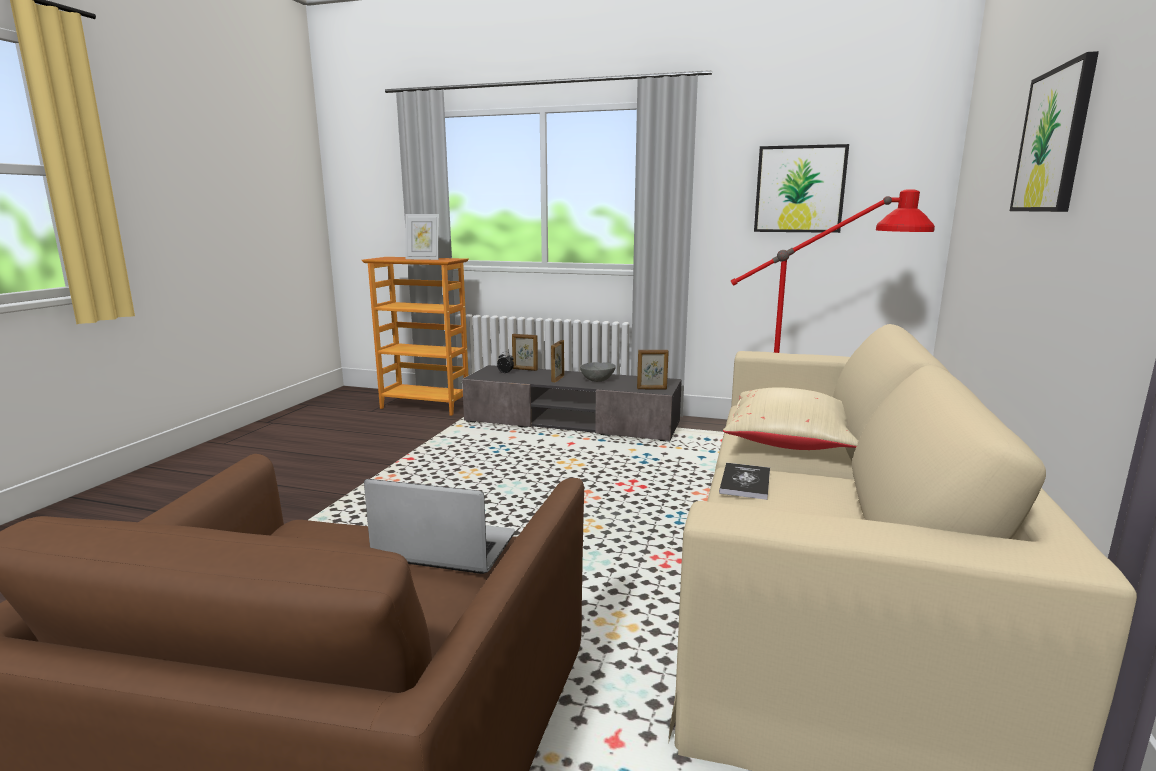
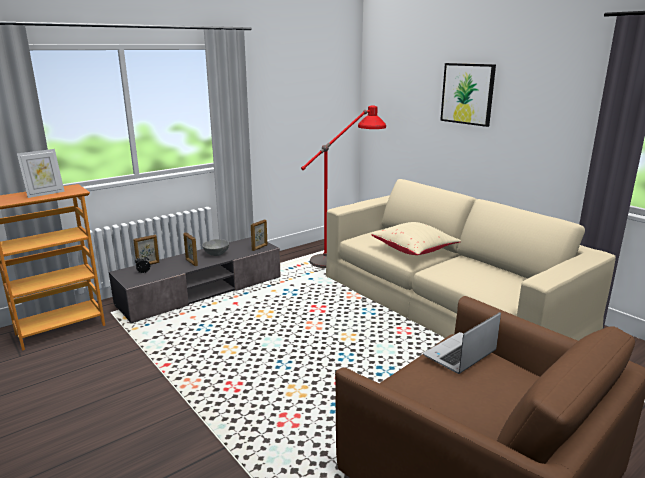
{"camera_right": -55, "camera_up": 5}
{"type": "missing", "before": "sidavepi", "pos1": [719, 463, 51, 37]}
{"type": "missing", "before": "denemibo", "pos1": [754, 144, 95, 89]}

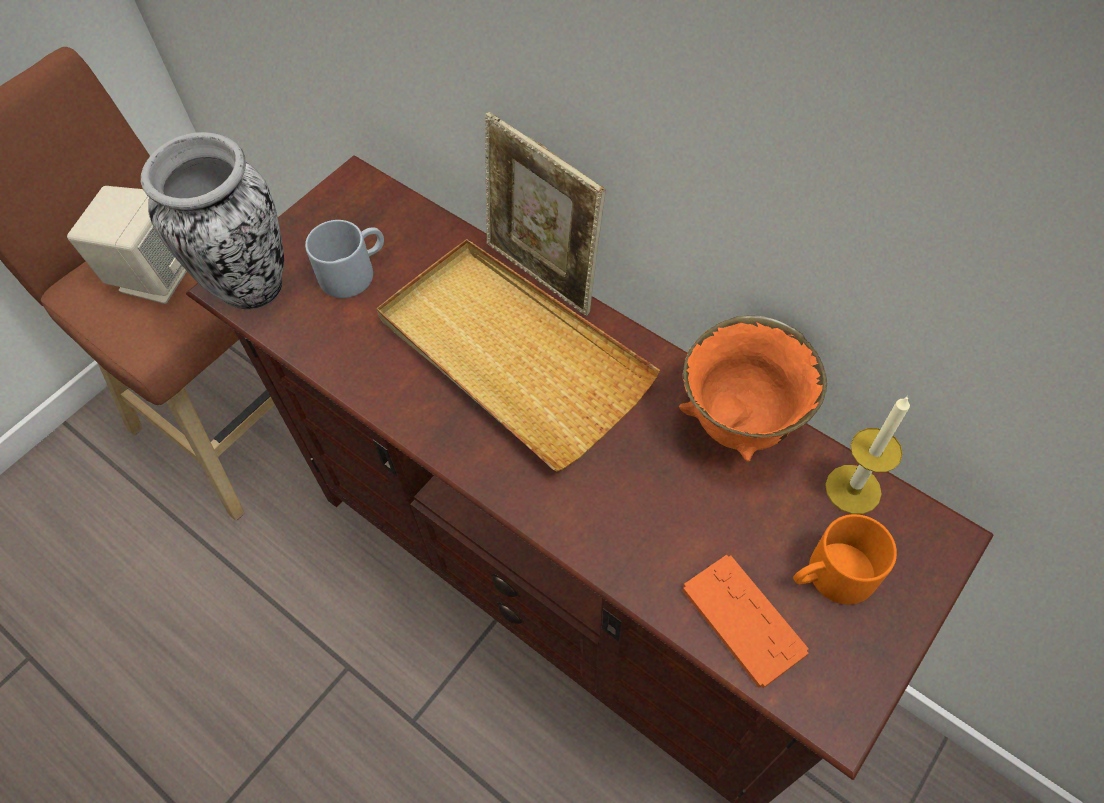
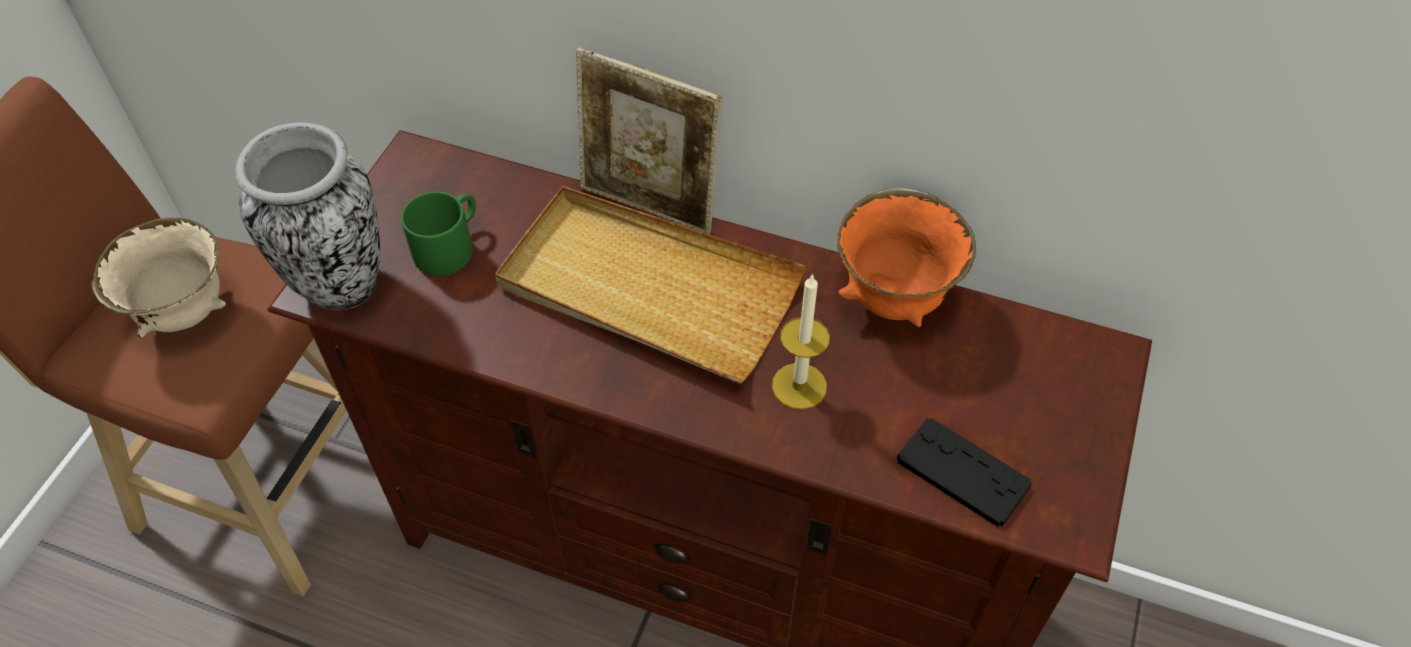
{"camera_right": -20, "camera_up": -5}
{"type": "exchanged", "before": "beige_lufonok", "after": "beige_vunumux", "pos1": [67, 186, 120, 118], "pos2": [91, 218, 135, 120]}
{"type": "colour", "before": "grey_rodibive", "after": "green_rodibive", "pos1": [305, 220, 79, 78], "pos2": [401, 192, 75, 84]}
{"type": "relocated", "before": "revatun", "pos1": [825, 396, 85, 118], "pos2": [772, 274, 58, 136]}
{"type": "colour", "before": "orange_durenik", "after": "black_durenik", "pos1": [683, 555, 126, 133], "pos2": [897, 418, 135, 109]}
{"type": "missing", "before": "orange_rodibive", "pos1": [793, 514, 104, 90]}

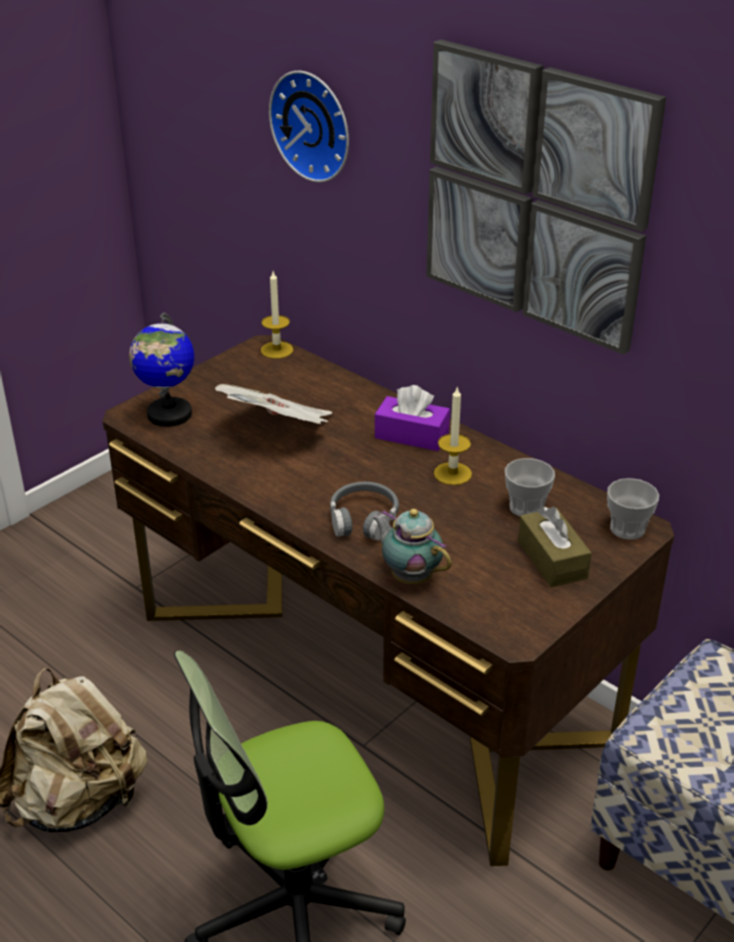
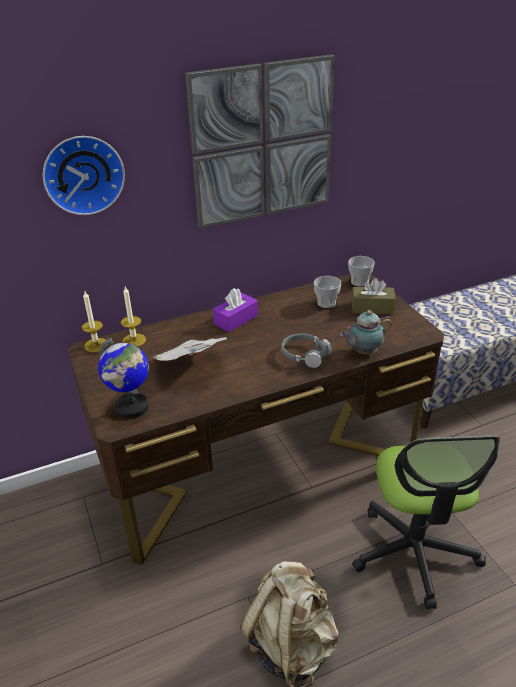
{"camera_right": -65, "camera_up": 0}
{"type": "relocated", "before": "revatun", "pos1": [434, 387, 38, 98], "pos2": [121, 287, 25, 60]}

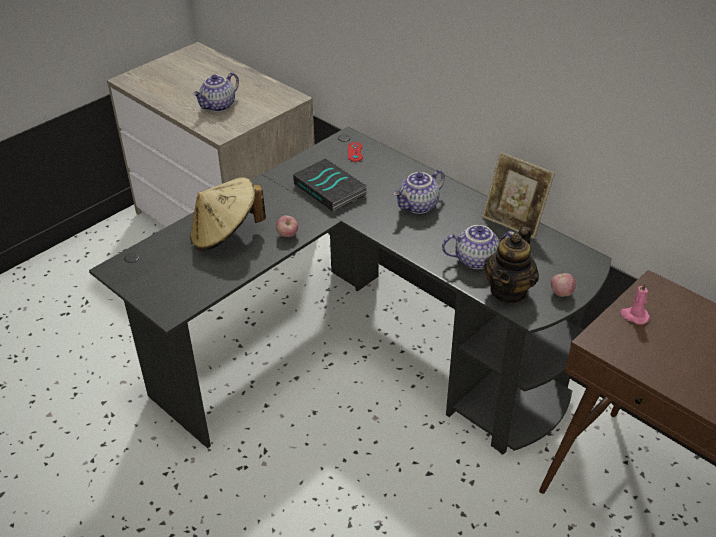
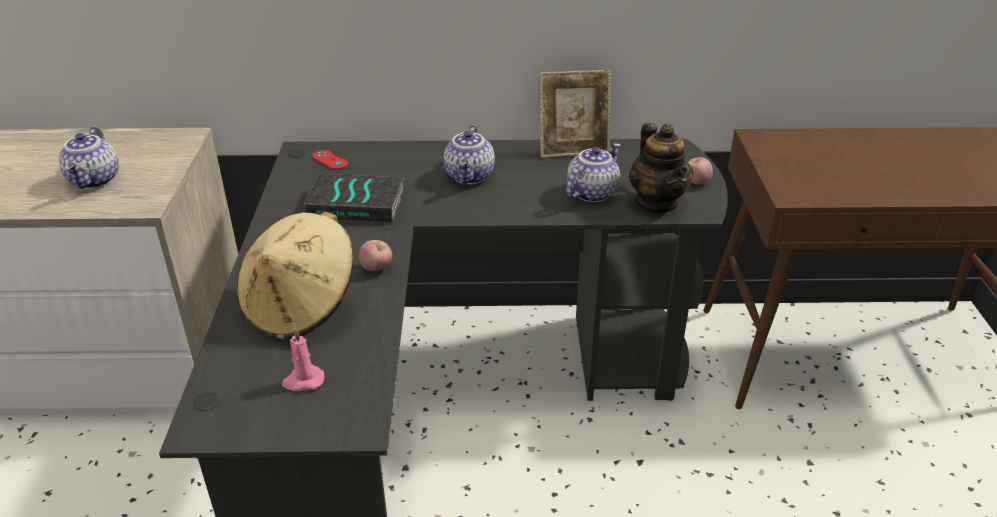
{"camera_right": -45, "camera_up": -5}
{"type": "relocated", "before": "pink_revatun", "pos1": [620, 282, 30, 42], "pos2": [282, 328, 42, 64]}

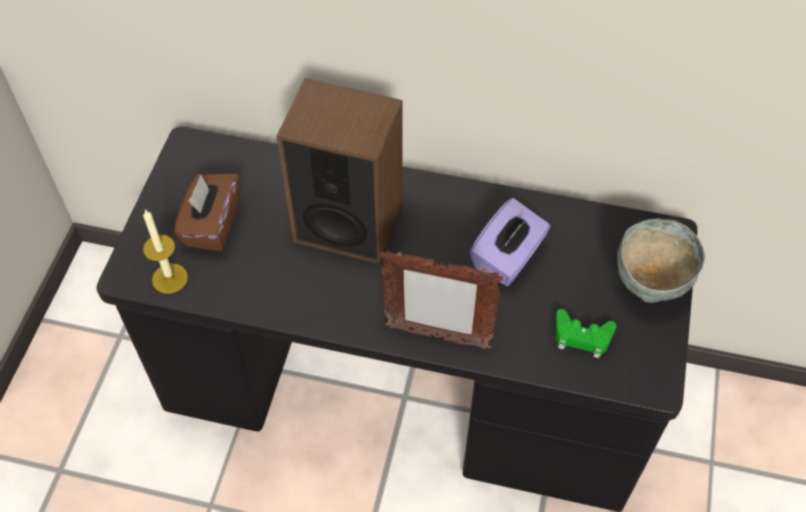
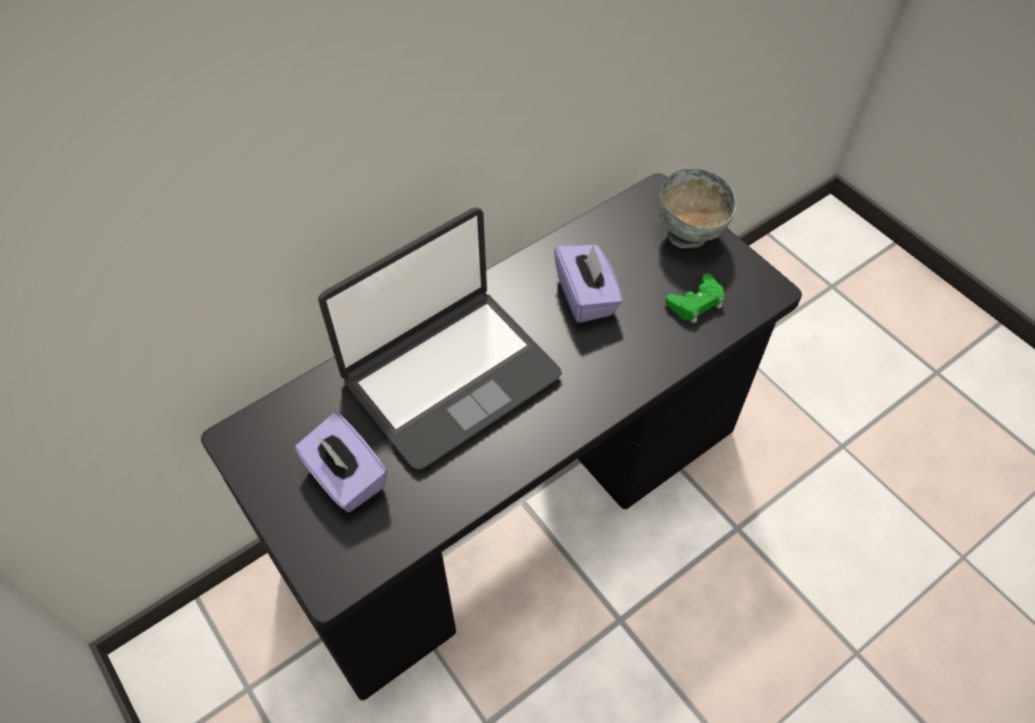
{"camera_right": -50, "camera_up": 0}
{"type": "colour", "before": "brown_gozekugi", "after": "purple_gozekugi", "pos1": [174, 174, 66, 78], "pos2": [295, 412, 93, 100]}
{"type": "exchanged", "before": "lufonok", "after": "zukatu", "pos1": [276, 78, 126, 186], "pos2": [318, 207, 244, 264]}
{"type": "missing", "before": "revatun", "pos1": [143, 209, 45, 85]}
{"type": "missing", "before": "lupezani", "pos1": [380, 250, 123, 100]}

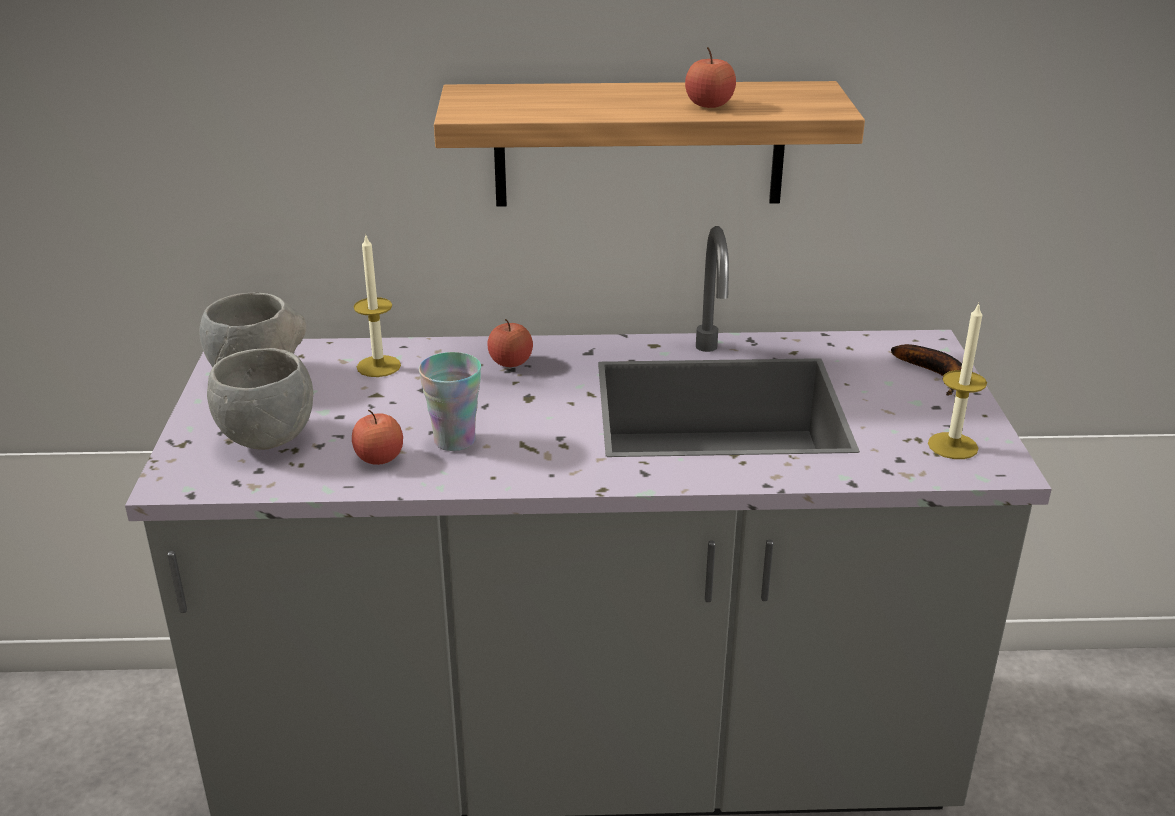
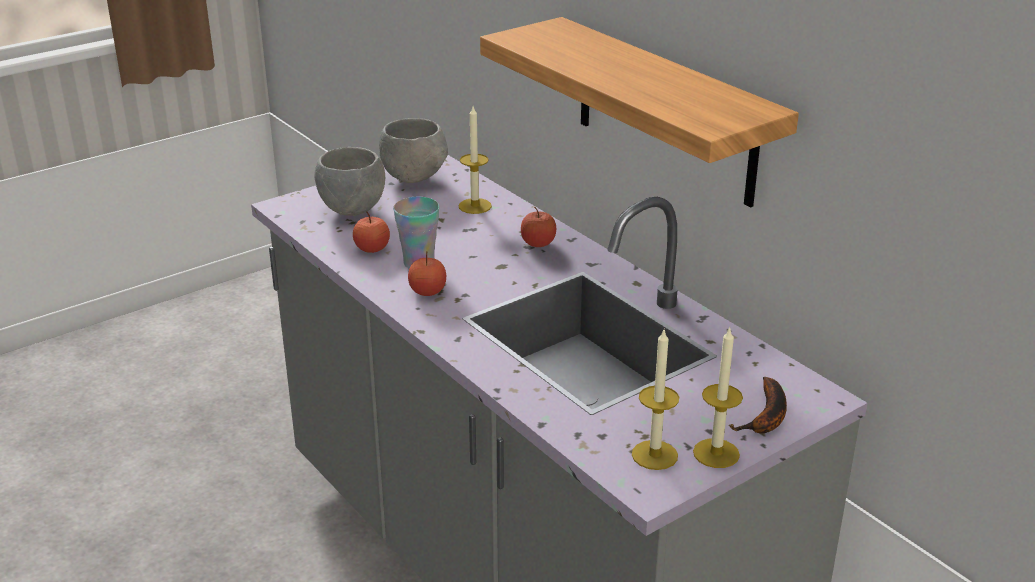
{"camera_right": 55, "camera_up": 0}
{"type": "relocated", "before": "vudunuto", "pos1": [685, 47, 51, 61], "pos2": [408, 251, 38, 45]}
{"type": "appeared", "after": "revatun", "pos2": [693, 326, 50, 142]}

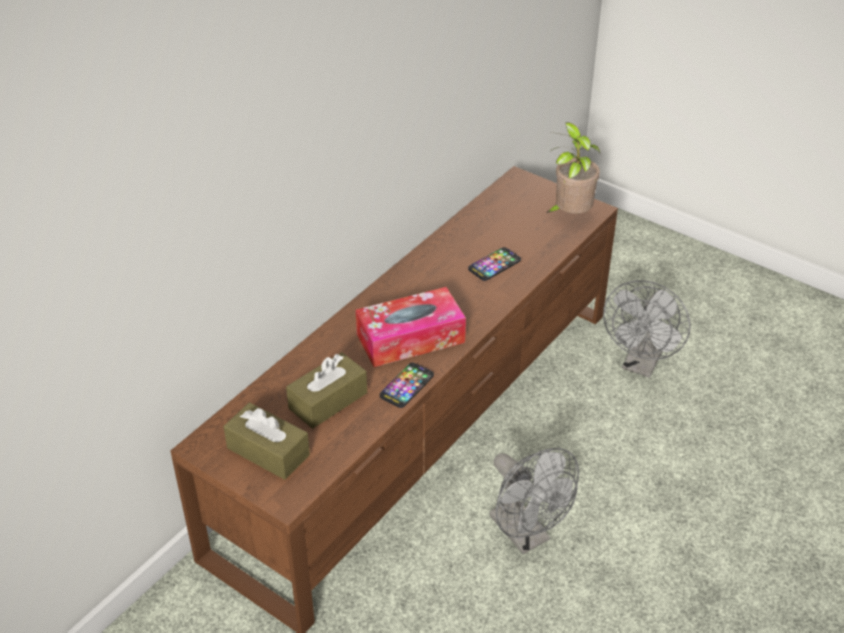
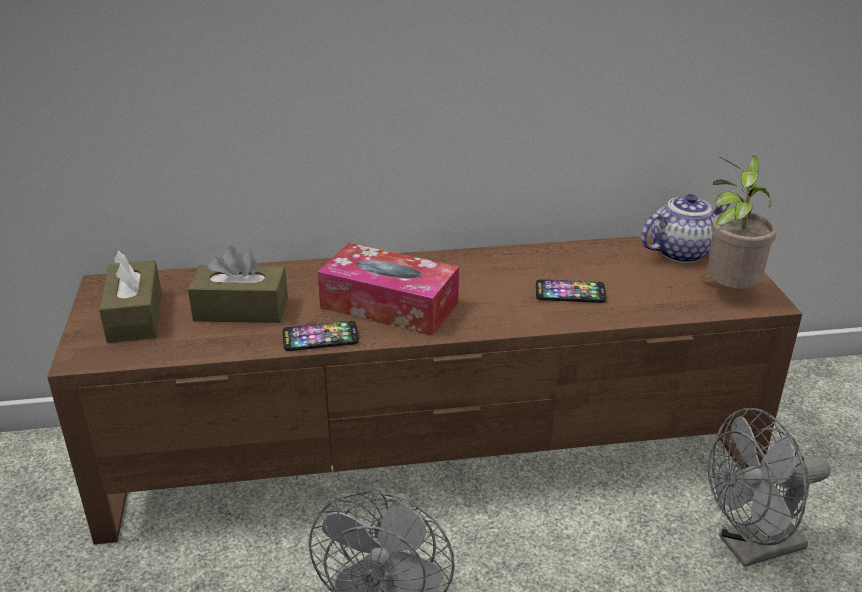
{"camera_right": 45, "camera_up": -10}
{"type": "appeared", "after": "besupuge", "pos2": [641, 194, 89, 69]}

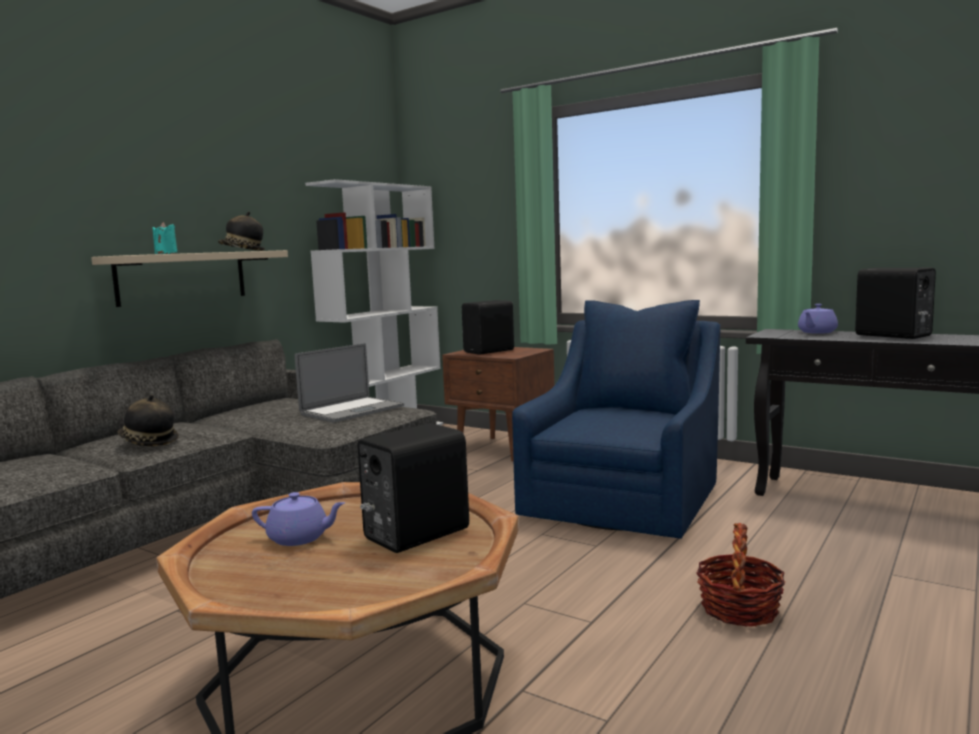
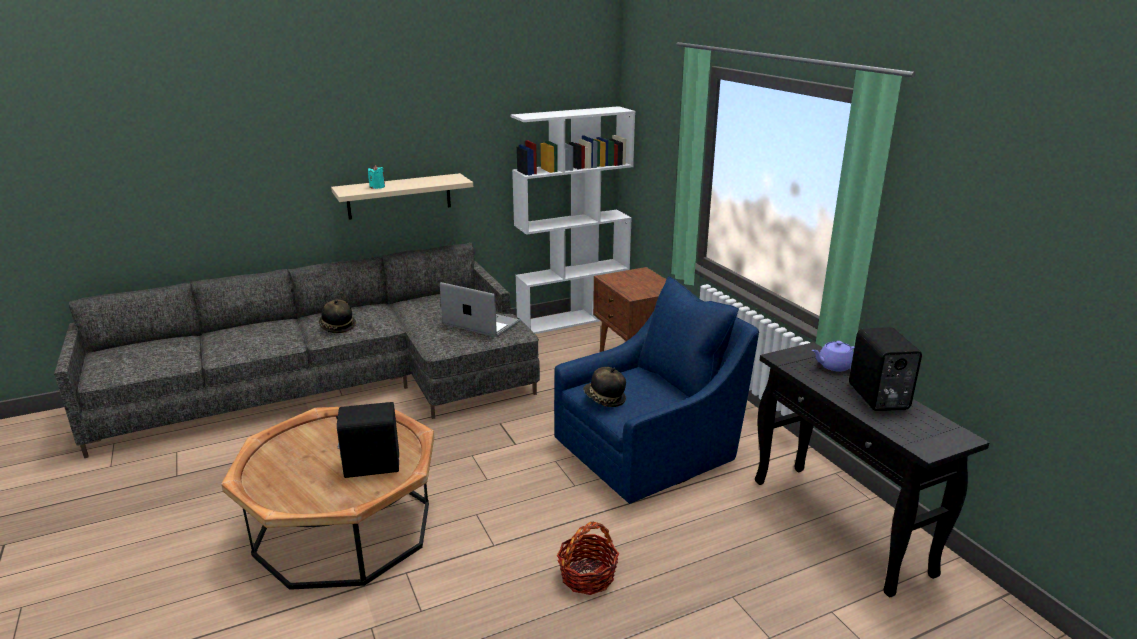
{"camera_right": 30, "camera_up": 15}
{"type": "spun", "before": "zukatu", "pos1": [295, 343, 109, 79], "pos2": [440, 282, 80, 55], "turn": -135}
{"type": "relocated", "before": "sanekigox", "pos1": [218, 211, 47, 40], "pos2": [583, 367, 43, 40]}
{"type": "missing", "before": "purple_besupuge", "pos1": [252, 492, 93, 54]}
{"type": "missing", "before": "black_lufonok", "pos1": [462, 300, 52, 55]}

